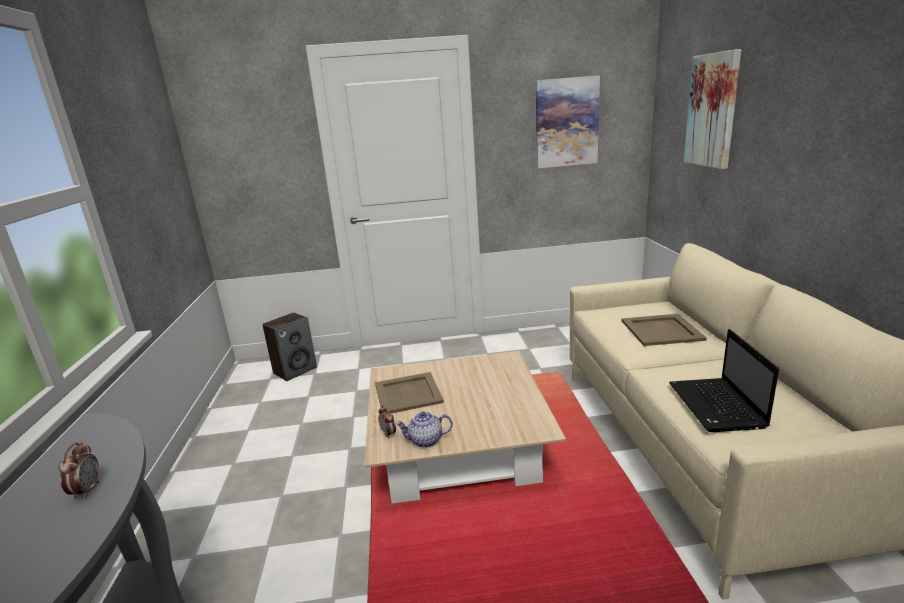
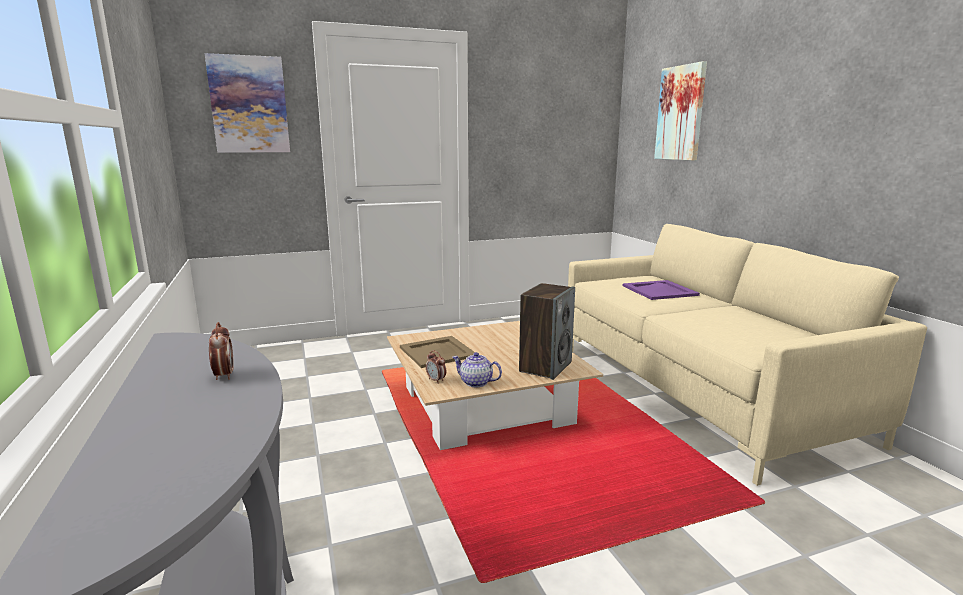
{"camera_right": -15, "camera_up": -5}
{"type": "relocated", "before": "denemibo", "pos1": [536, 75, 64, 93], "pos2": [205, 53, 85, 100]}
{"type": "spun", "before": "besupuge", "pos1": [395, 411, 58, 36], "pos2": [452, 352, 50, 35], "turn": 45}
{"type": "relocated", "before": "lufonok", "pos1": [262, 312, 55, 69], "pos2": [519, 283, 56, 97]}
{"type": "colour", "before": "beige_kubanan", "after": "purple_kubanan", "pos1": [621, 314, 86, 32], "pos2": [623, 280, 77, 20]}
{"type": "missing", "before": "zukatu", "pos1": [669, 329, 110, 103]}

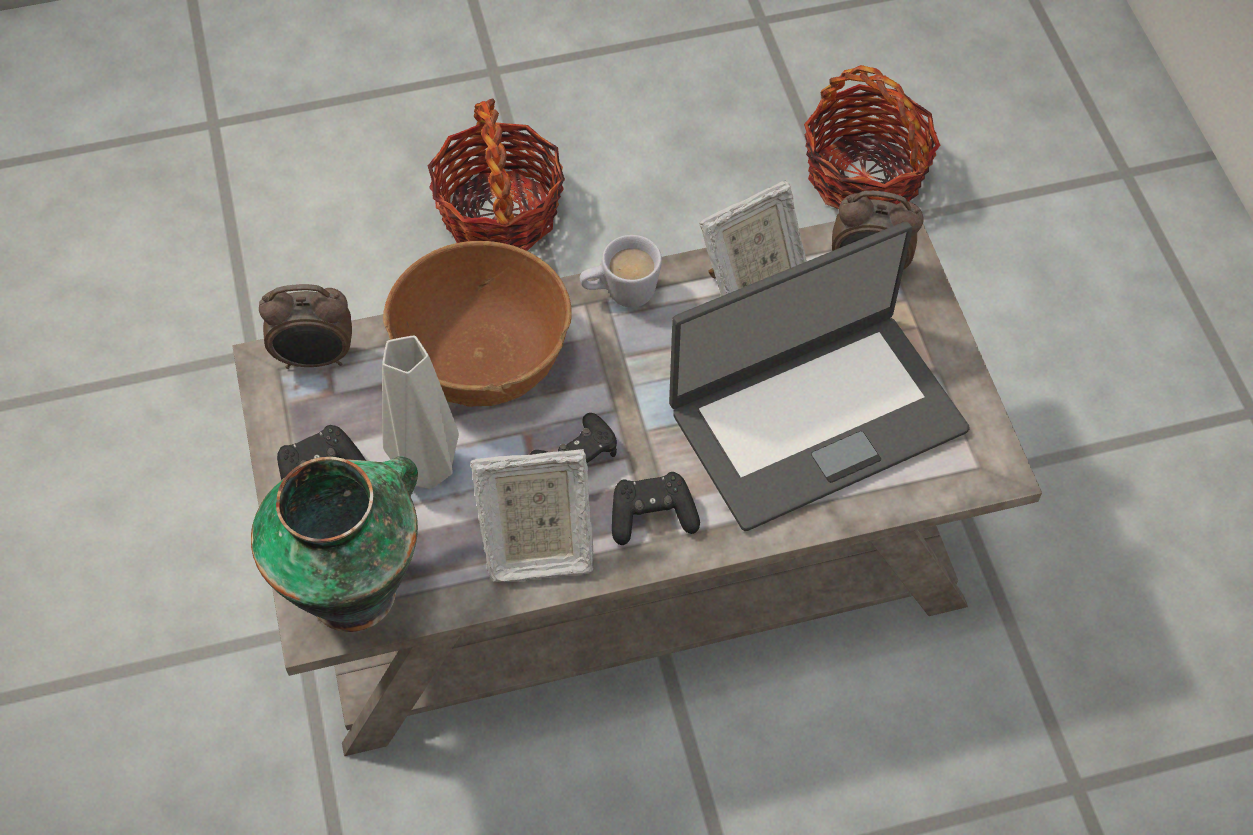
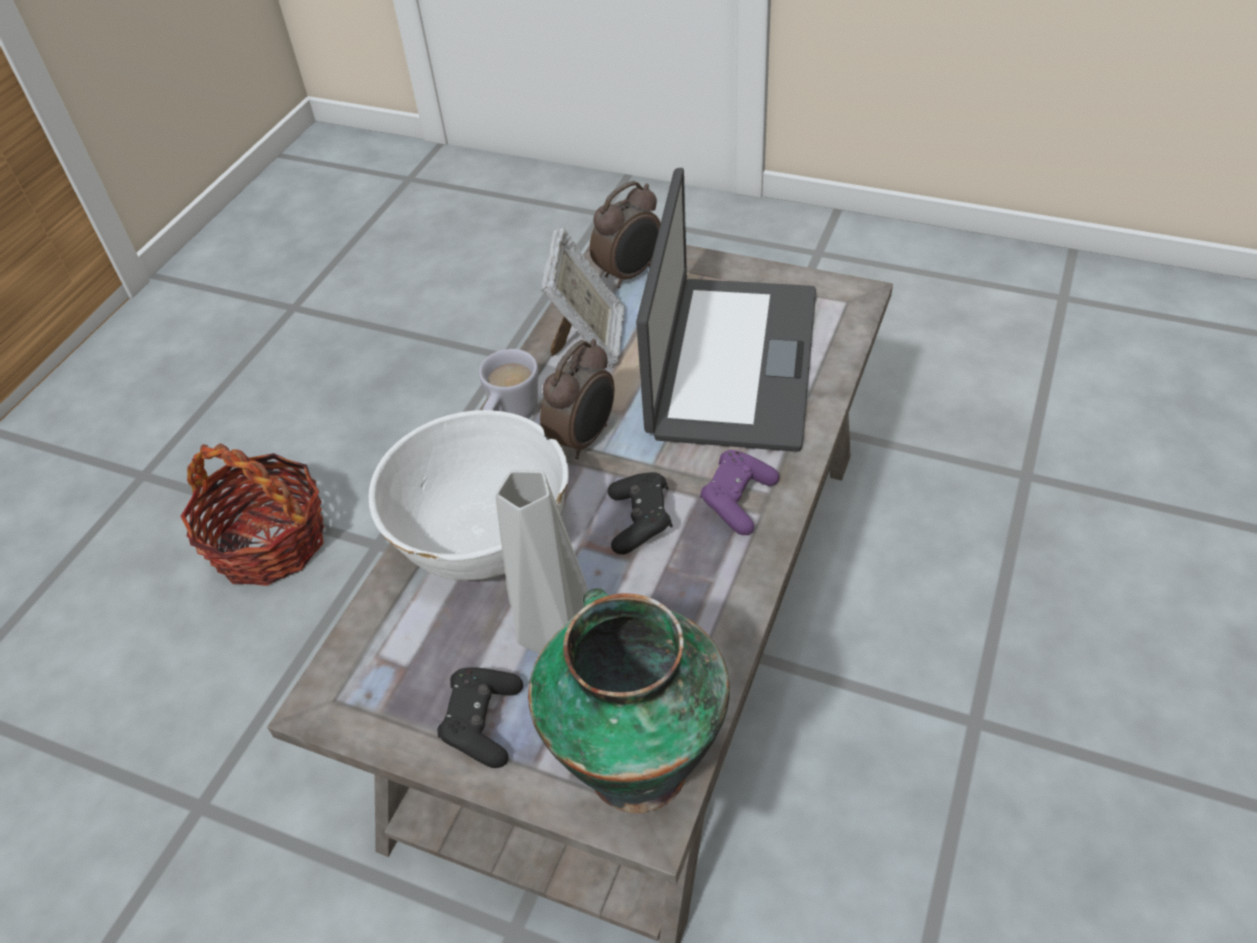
{"camera_right": -50, "camera_up": -10}
{"type": "colour", "before": "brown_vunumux", "after": "white_vunumux", "pos1": [383, 241, 188, 166], "pos2": [369, 410, 200, 171]}
{"type": "relocated", "before": "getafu", "pos1": [259, 284, 93, 85], "pos2": [540, 339, 74, 120]}
{"type": "colour", "before": "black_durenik", "after": "purple_durenik", "pos1": [612, 472, 88, 73], "pos2": [700, 450, 79, 85]}
{"type": "missing", "before": "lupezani", "pos1": [470, 449, 123, 133]}
{"type": "missing", "before": "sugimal", "pos1": [804, 65, 136, 144]}

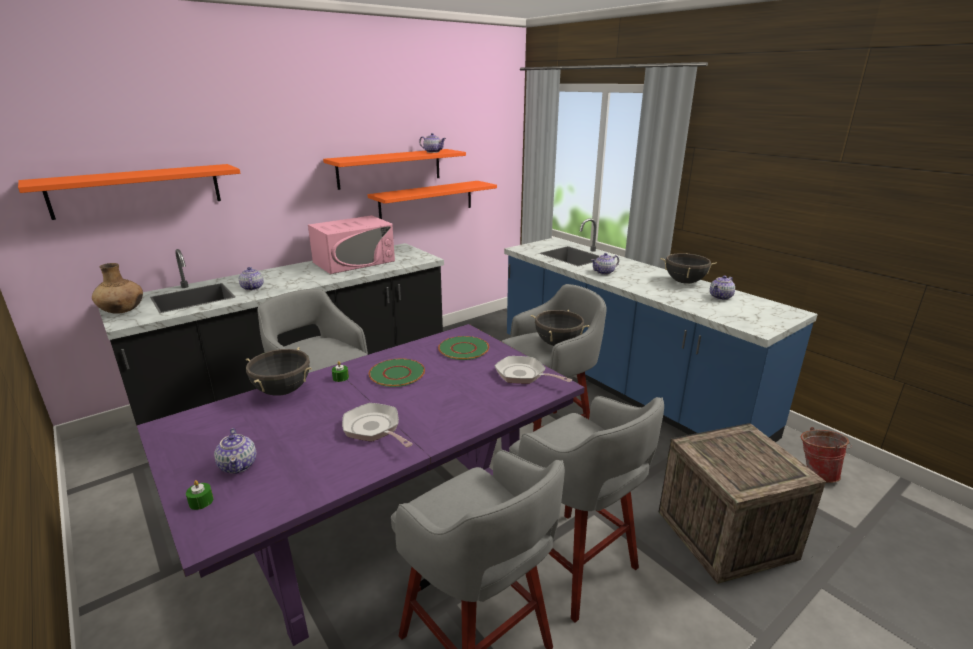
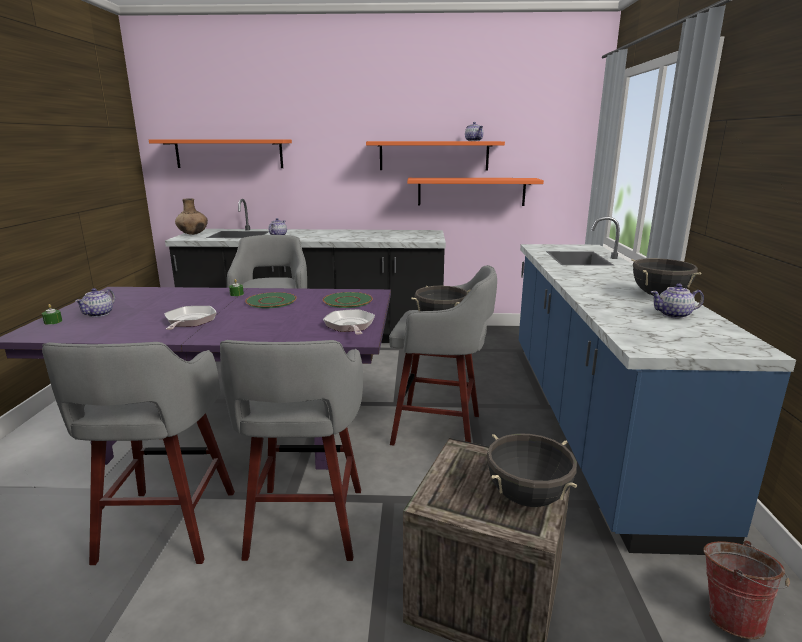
{"camera_right": 40, "camera_up": -5}
{"type": "relocated", "before": "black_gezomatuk", "pos1": [246, 347, 66, 49], "pos2": [487, 434, 90, 73]}
{"type": "missing", "before": "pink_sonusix", "pos1": [308, 215, 87, 59]}
{"type": "missing", "before": "besupuge", "pos1": [591, 253, 28, 22]}

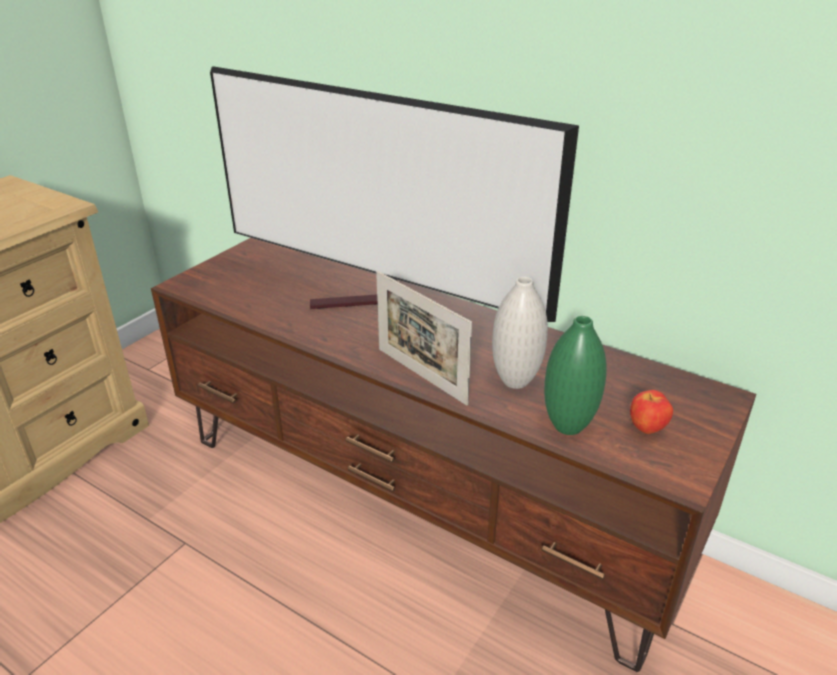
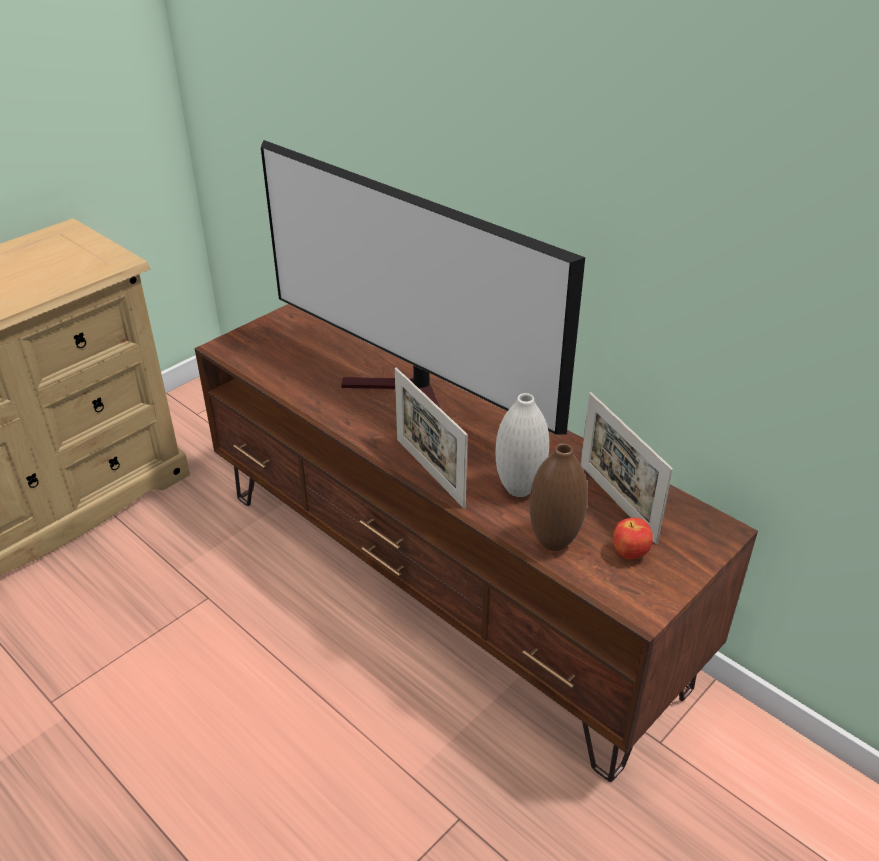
{"camera_right": 10, "camera_up": 5}
{"type": "colour", "before": "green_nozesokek", "after": "brown_nozesokek", "pos1": [544, 316, 63, 119], "pos2": [530, 443, 58, 108]}
{"type": "appeared", "after": "lupezani", "pos2": [581, 392, 92, 152]}

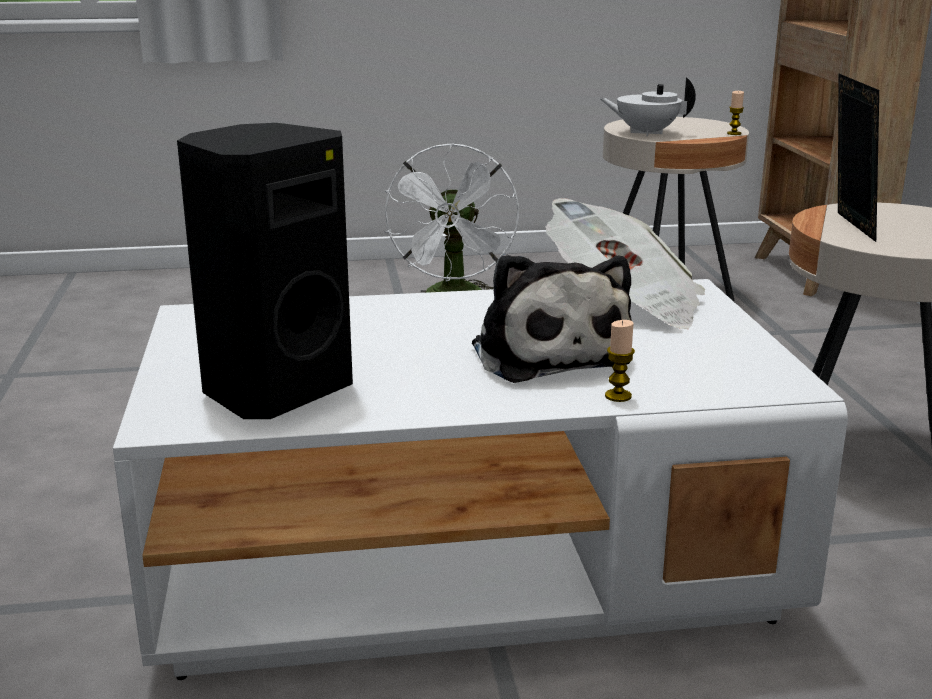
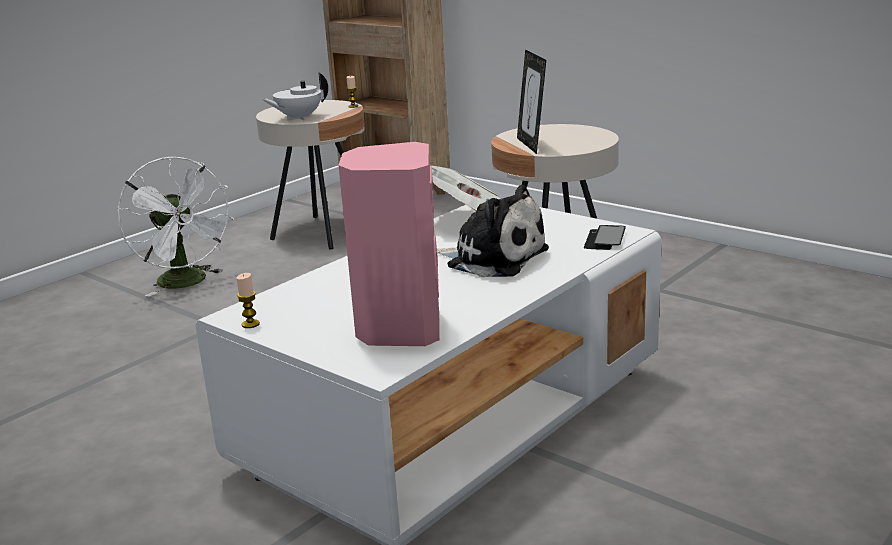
{"camera_right": -40, "camera_up": 0}
{"type": "relocated", "before": "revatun", "pos1": [605, 320, 30, 82], "pos2": [236, 273, 24, 55]}
{"type": "colour", "before": "black_lufonok", "after": "pink_lufonok", "pos1": [177, 123, 176, 296], "pos2": [339, 142, 100, 204]}
{"type": "spun", "before": "lupezani", "pos1": [838, 74, 41, 168], "pos2": [517, 50, 29, 104], "turn": -150}
{"type": "appeared", "after": "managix", "pos2": [584, 225, 42, 25]}

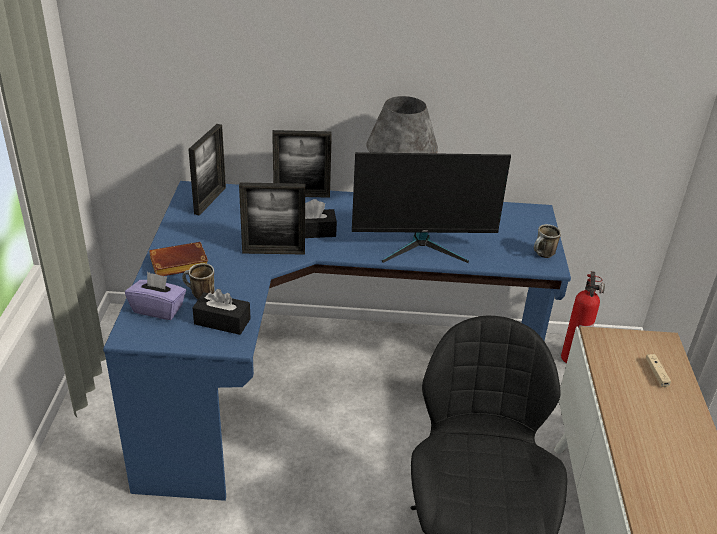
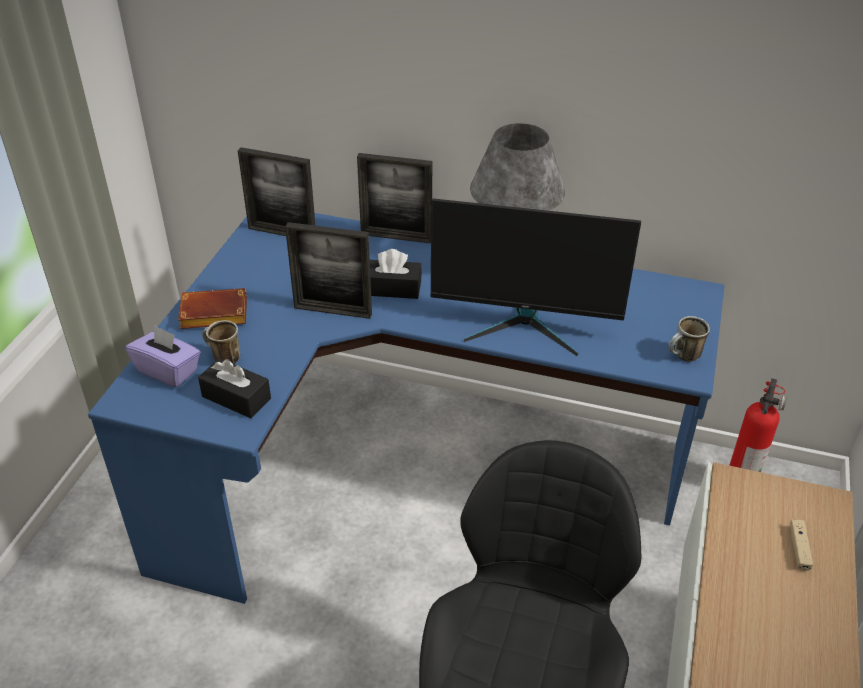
{"camera_right": 15, "camera_up": 5}
{"type": "spun", "before": "lupezani", "pos1": [188, 124, 38, 92], "pos2": [238, 147, 78, 89], "turn": 75}

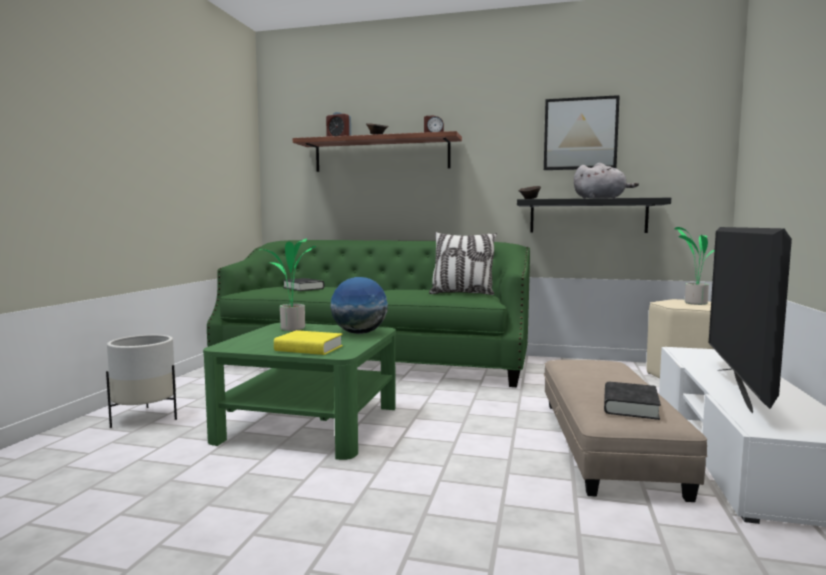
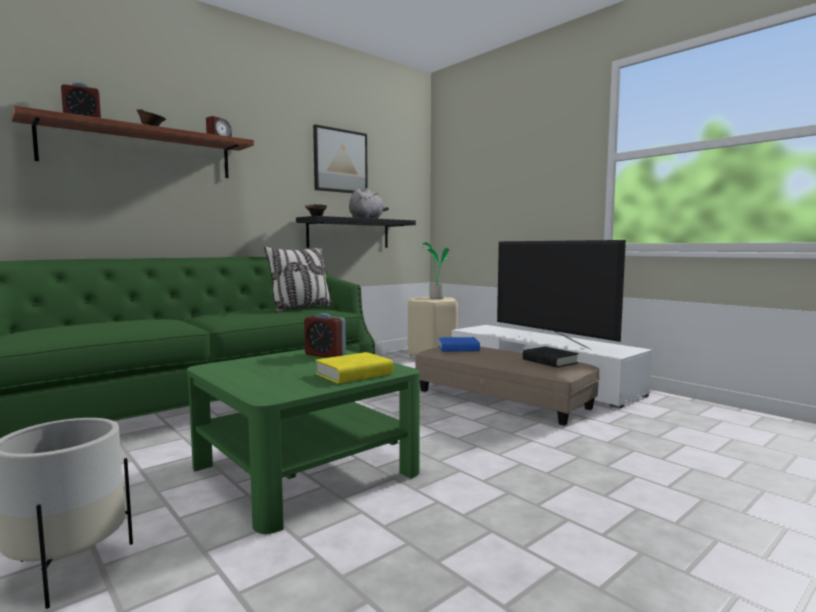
{"camera_right": -55, "camera_up": 0}
{"type": "exchanged", "before": "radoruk", "after": "getafu", "pos1": [330, 277, 58, 57], "pos2": [304, 313, 42, 45]}
{"type": "appeared", "after": "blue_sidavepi", "pos2": [438, 337, 42, 15]}
{"type": "missing", "before": "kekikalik", "pos1": [263, 238, 53, 93]}
{"type": "missing", "before": "black_sidavepi", "pos1": [283, 278, 41, 13]}

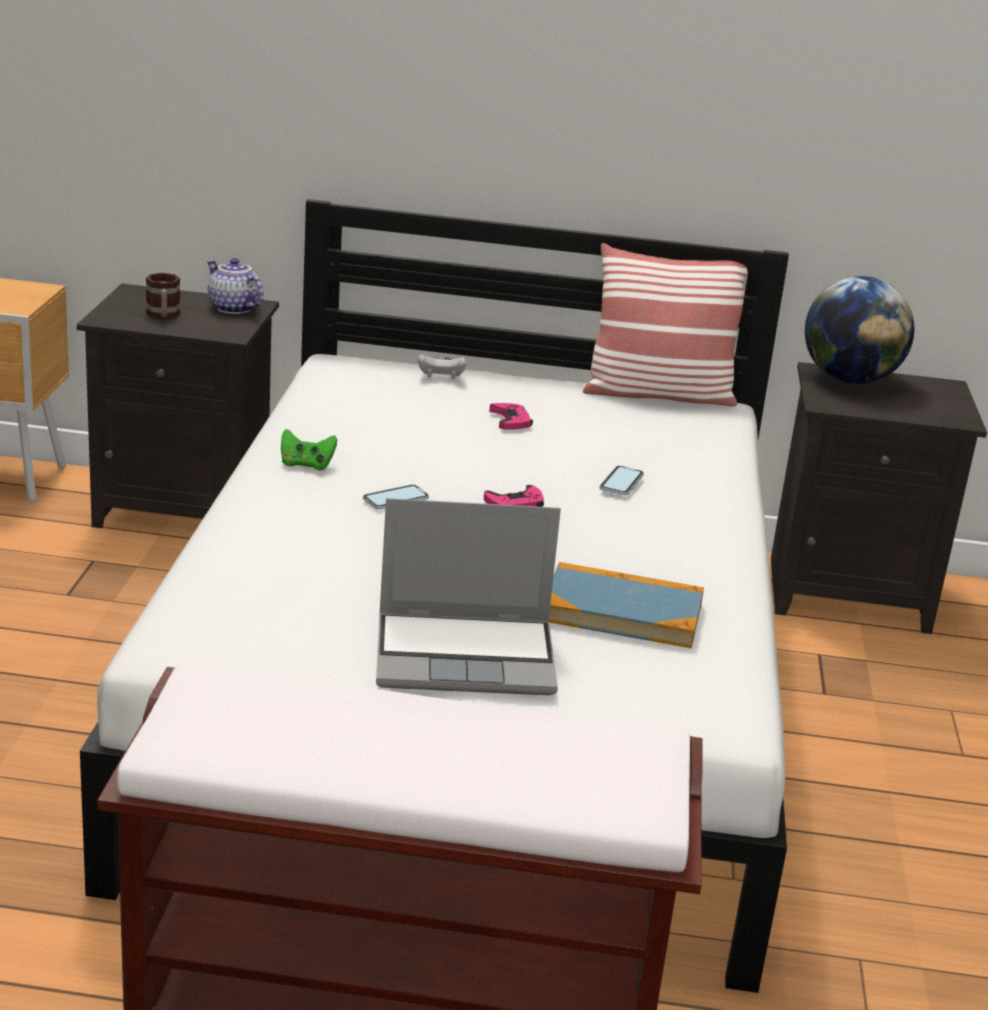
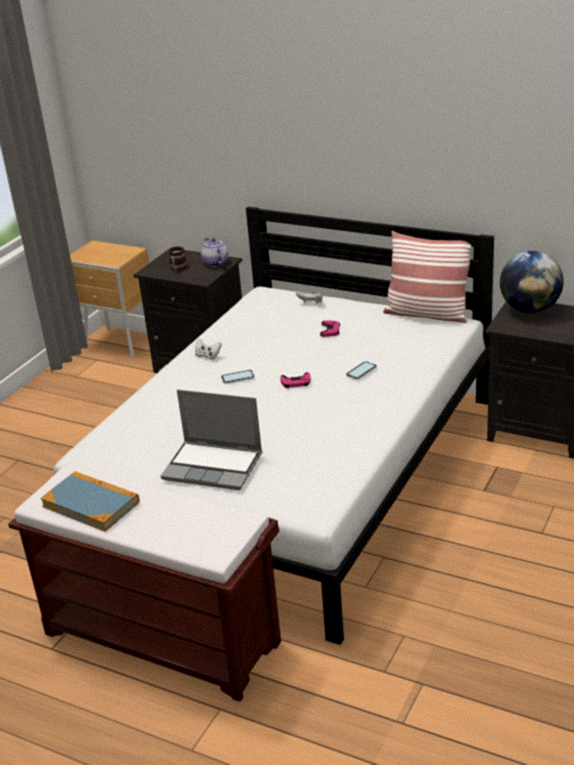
{"camera_right": 25, "camera_up": 5}
{"type": "relocated", "before": "sidavepi", "pos1": [549, 562, 155, 86], "pos2": [40, 471, 99, 61]}
{"type": "colour", "before": "green_durenik", "after": "white_durenik", "pos1": [281, 429, 56, 41], "pos2": [195, 338, 27, 22]}

